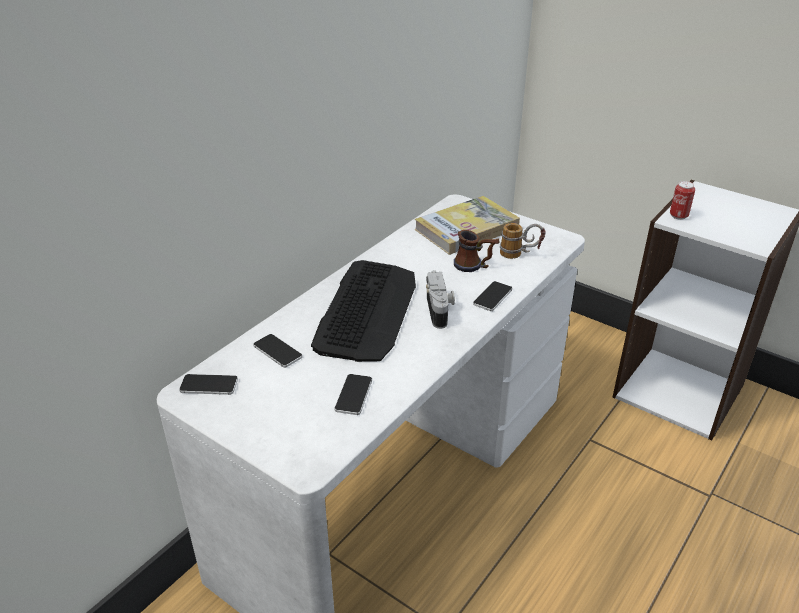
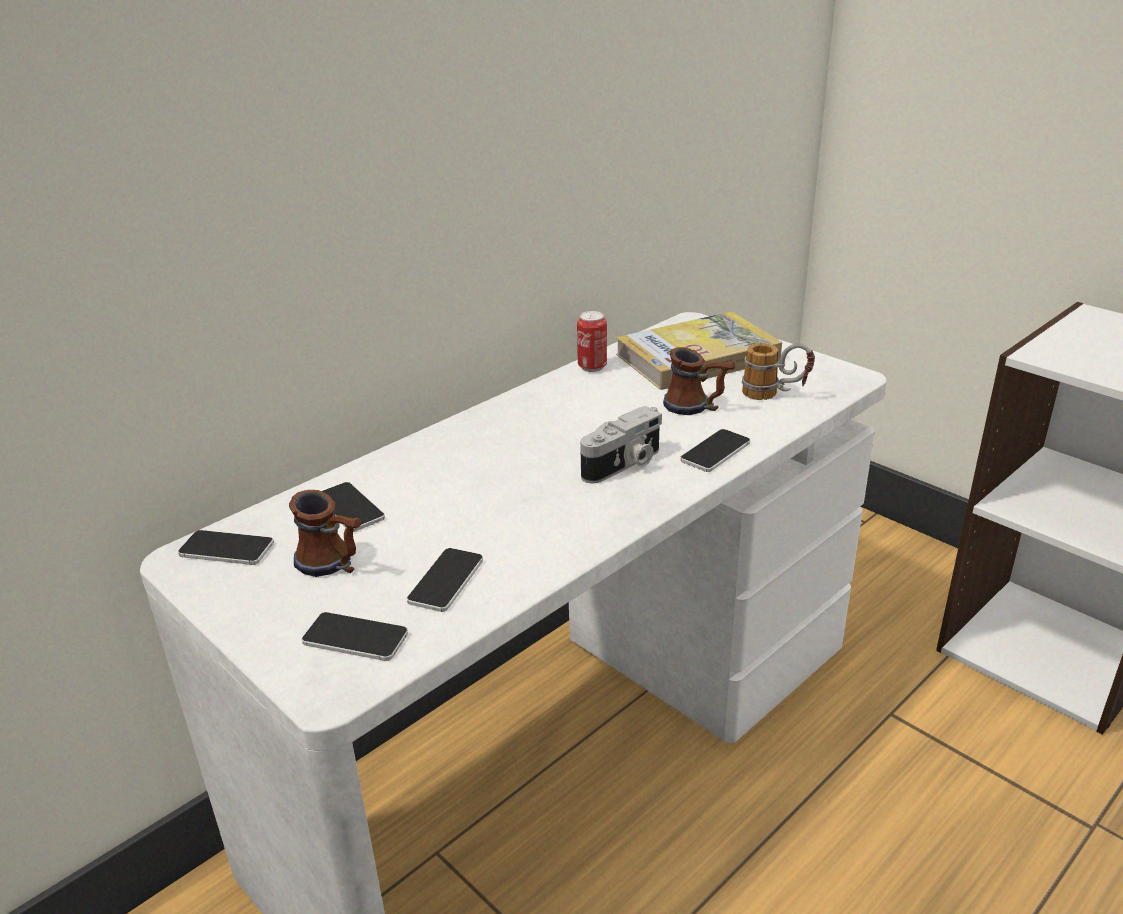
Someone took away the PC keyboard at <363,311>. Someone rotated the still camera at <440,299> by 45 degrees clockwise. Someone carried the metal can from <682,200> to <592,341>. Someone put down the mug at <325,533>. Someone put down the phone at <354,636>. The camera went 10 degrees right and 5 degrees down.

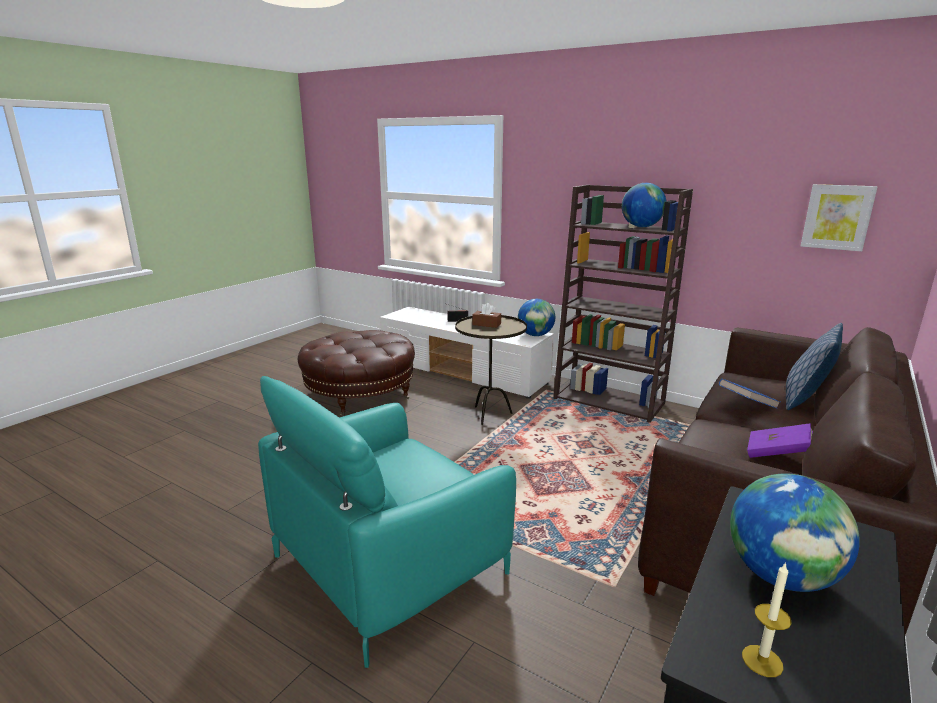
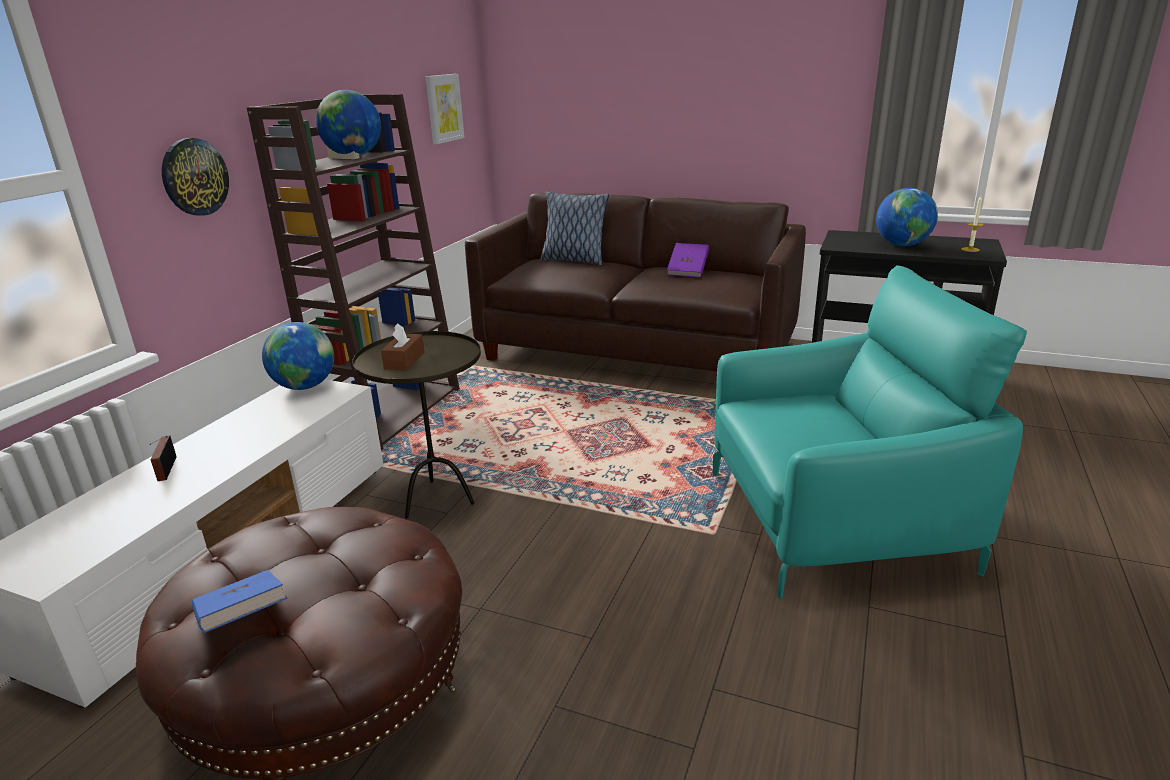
Someone rotated the turquoise-coloured easy chair at <387,522> by 45 degrees counterclockwise. Someone carried the blue-coloured volume from <749,394> to <239,601>. Someone put up the hanging clock at <195,177>. The camera went 100 degrees left and 5 degrees up.

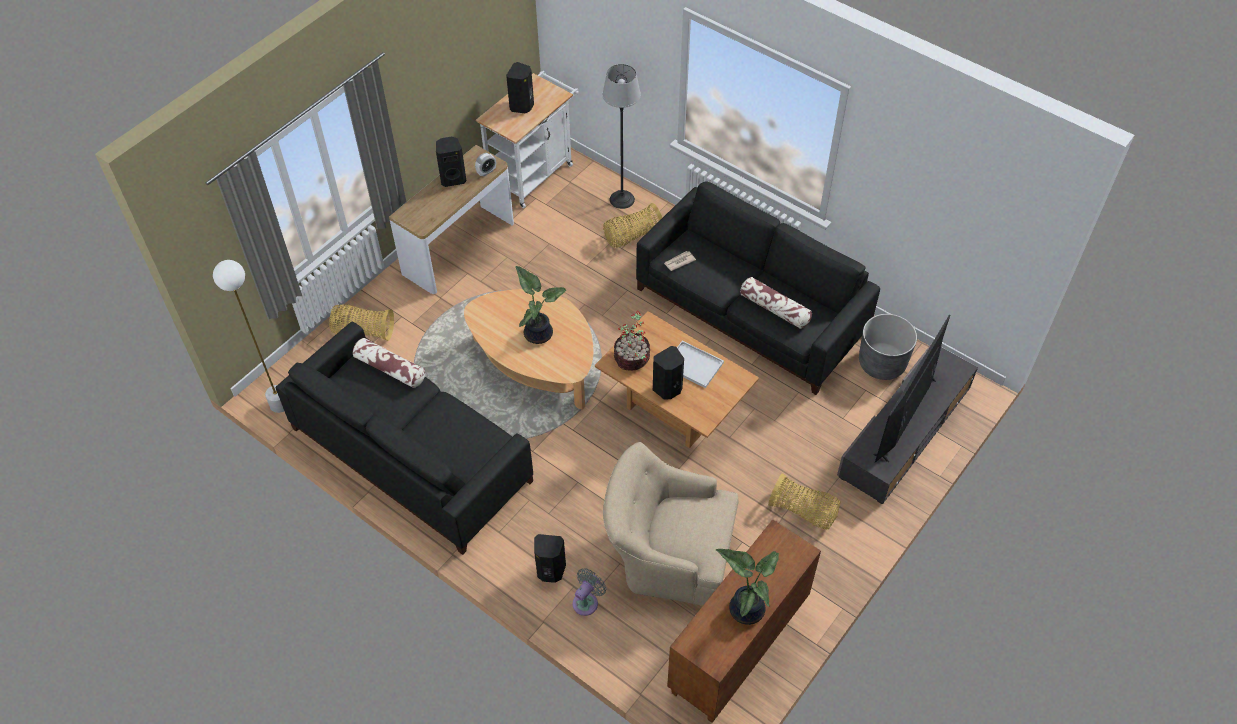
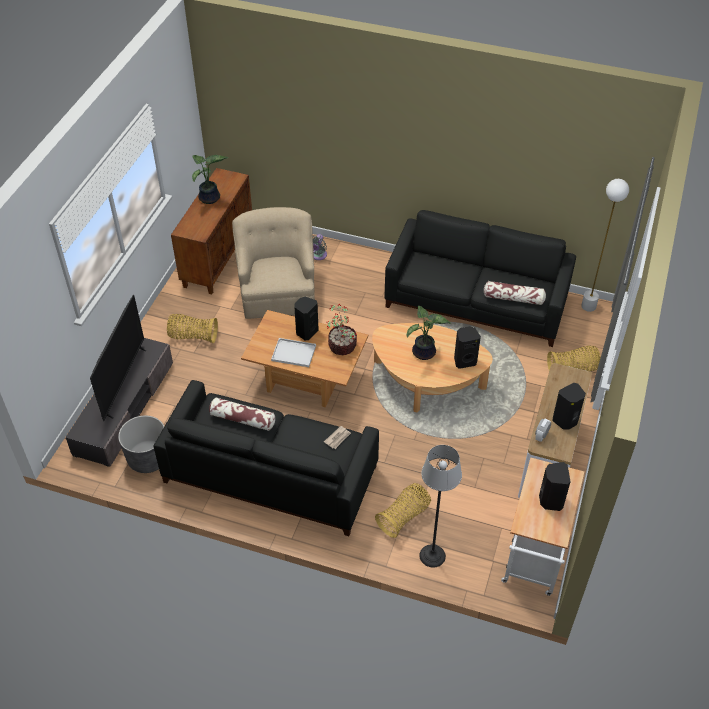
Someone carried the black audio speaker from <550,558> to <467,347>. Someone rotated the beige easy chair at <671,524> by 90 degrees counterclockwise. The camera went 160 degrees right and 5 degrees down.

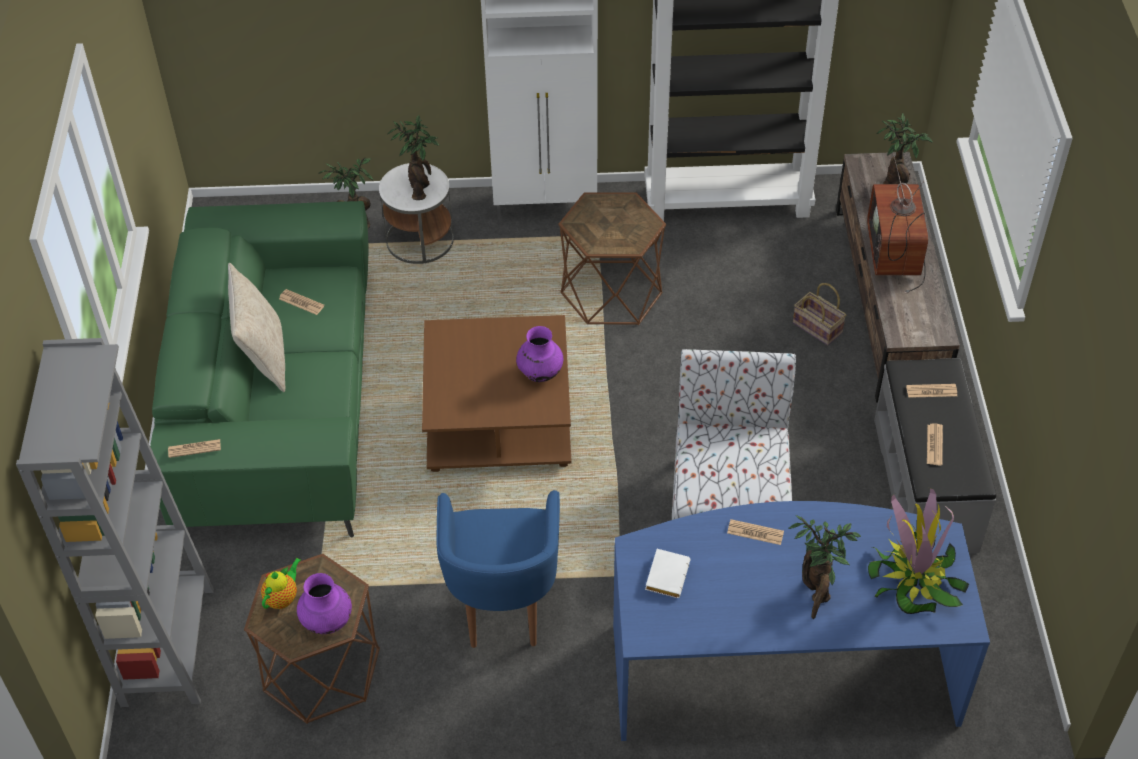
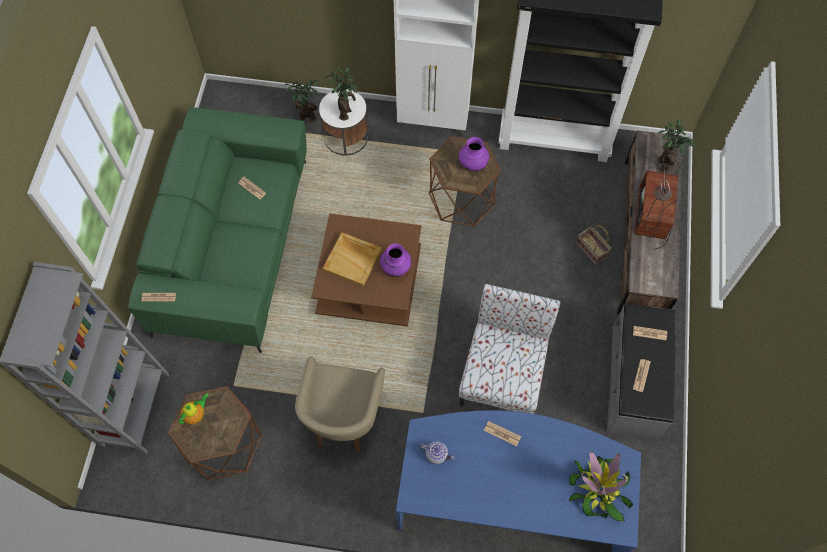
Someone took away the beige pillow at <256,327>. Someone carried the purple decorative vase from <324,603> to <474,154>. Someone repainted the blue-coloured easy chair at <498,569>, which became the beige easy chair at <340,404>. Someone swapped the white-coloured volume at <667,573> for the tea pot at <436,452>. Someone took away the houseplant at <824,567>. Someone put down the beige carrying tray at <352,259>. The camera went 10 degrees right and 15 degrees up.

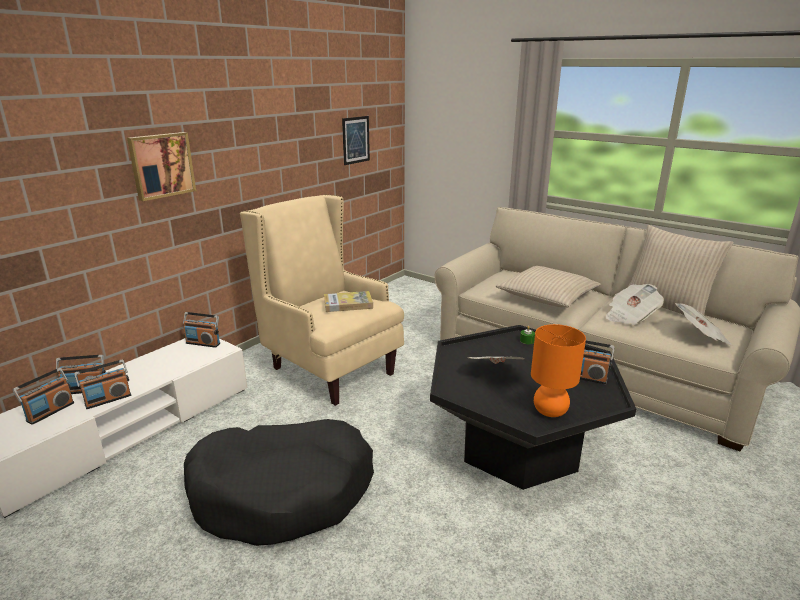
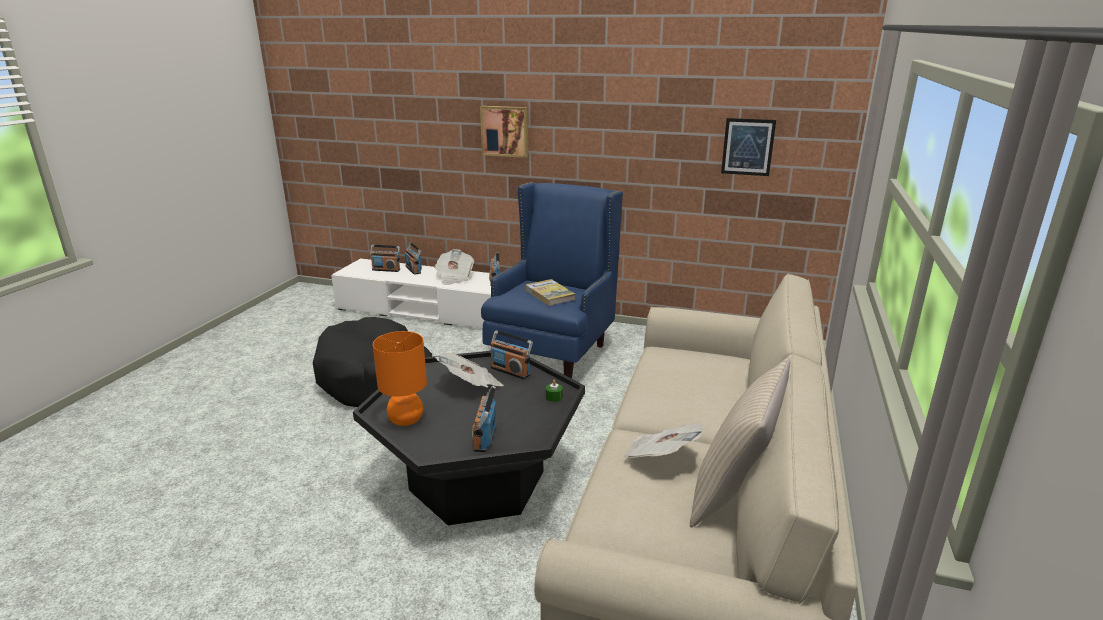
Someone carried the radio set from <102,384> to <512,354>. Someone repainted the beige easy chair at <322,300>, which became the blue-coloured easy chair at <552,280>. Someone took away the beige pillow at <548,286>. Someone carried the daily paper from <704,324> to <454,267>. The camera went 70 degrees right and 0 degrees up.

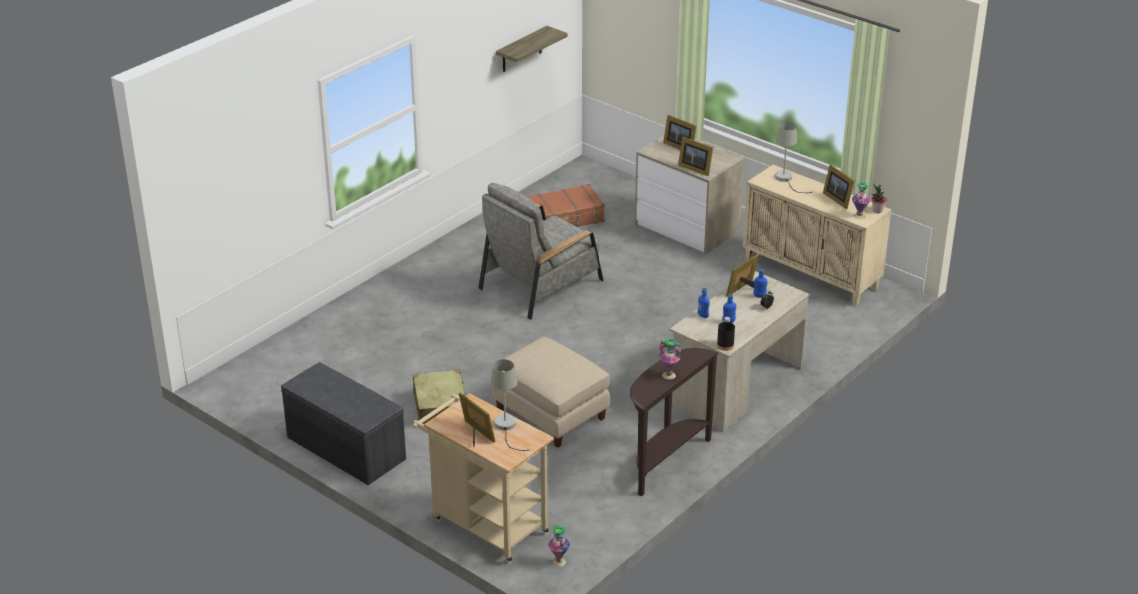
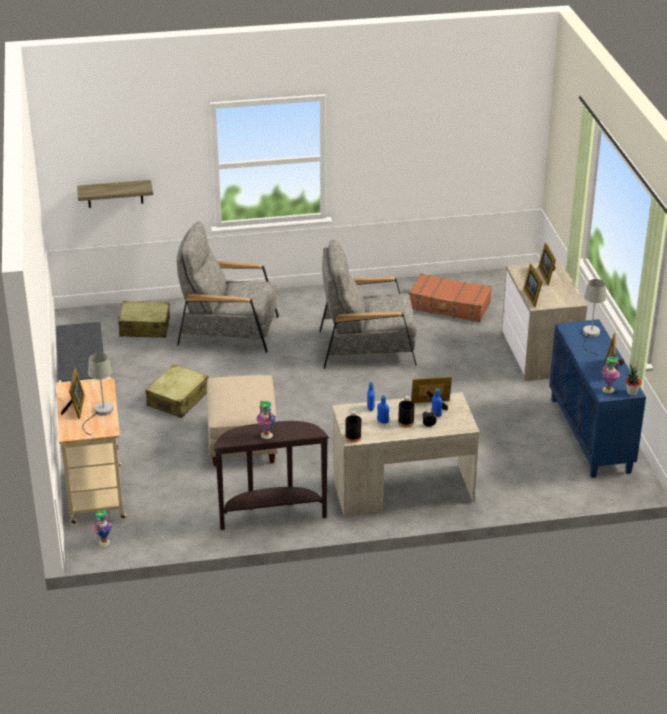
Someone carried the wall shelf from <532,49> to <115,194>. Someone repainted the beige cupboard at <817,235>, which became the blue-coloured cupboard at <597,398>. Someone put down the beige piece of luggage at <144,319>. Someone put down the greyish easy chair at <227,287>. Someone put down the black drink bottle at <406,411>. The camera went 40 degrees right and 0 degrees up.

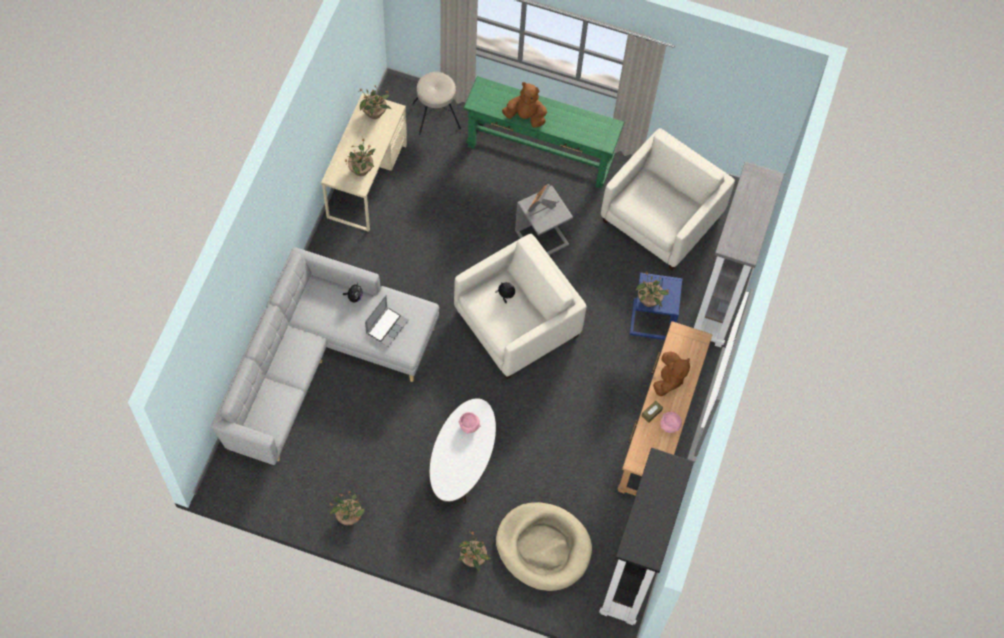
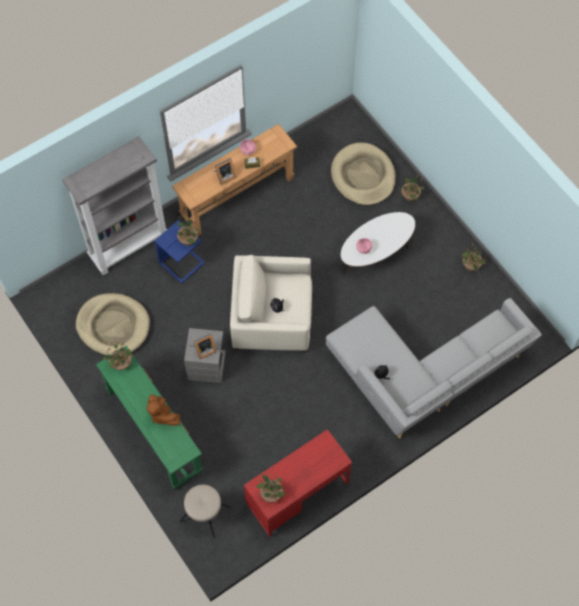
Someone repainted the beige desk table at <364,162>, which became the red desk table at <298,483>. Someone carried the houseplant from <360,156> to <118,356>. Someone took away the notebook computer at <387,321>. Someone took away the black bookcase at <646,536>. Someone swapped the beige easy chair at <668,199> for the beige pet bed at <113,324>. Someone swapped the brownish plush toy at <671,373> for the photo frame at <225,171>. The camera went 140 degrees left and 0 degrees up.

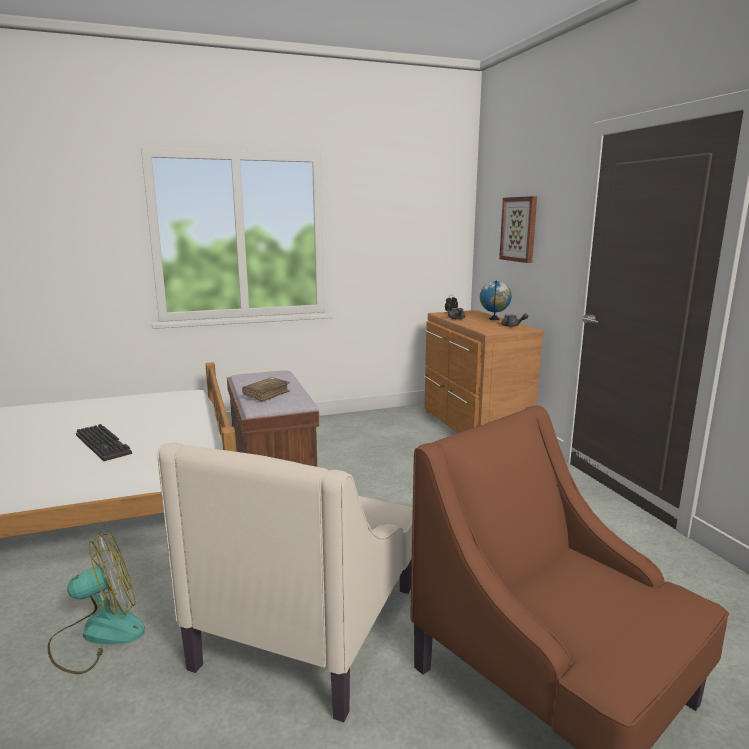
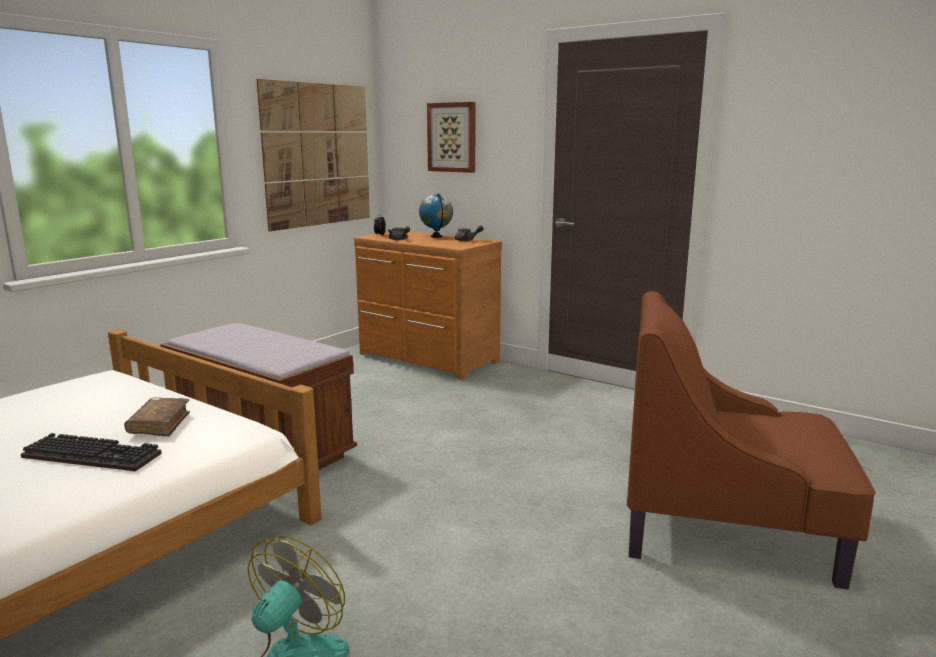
Someone took away the beige easy chair at <285,582>. Someone carried the brownish volume from <266,389> to <157,417>. Someone put up the wall art at <313,155>. The camera went 35 degrees left and 0 degrees up.

